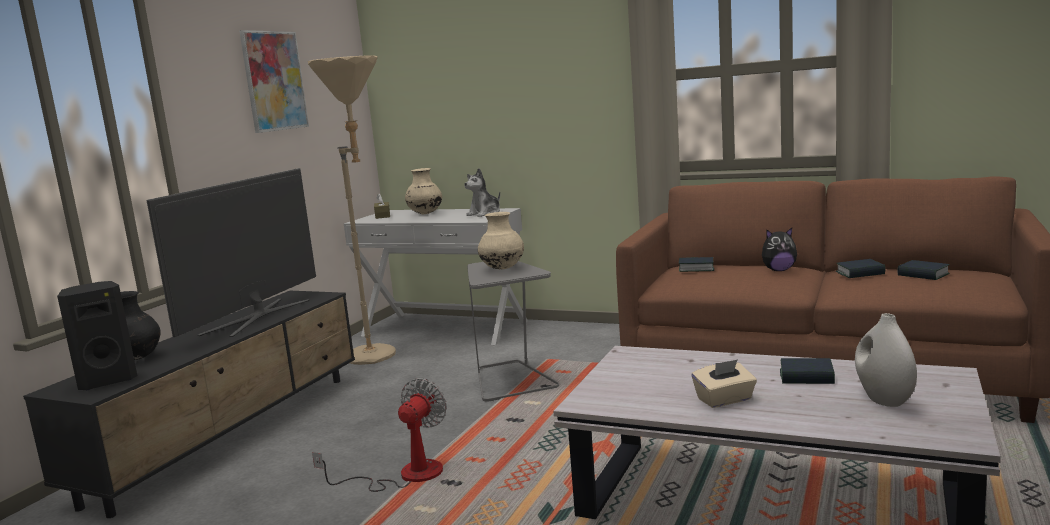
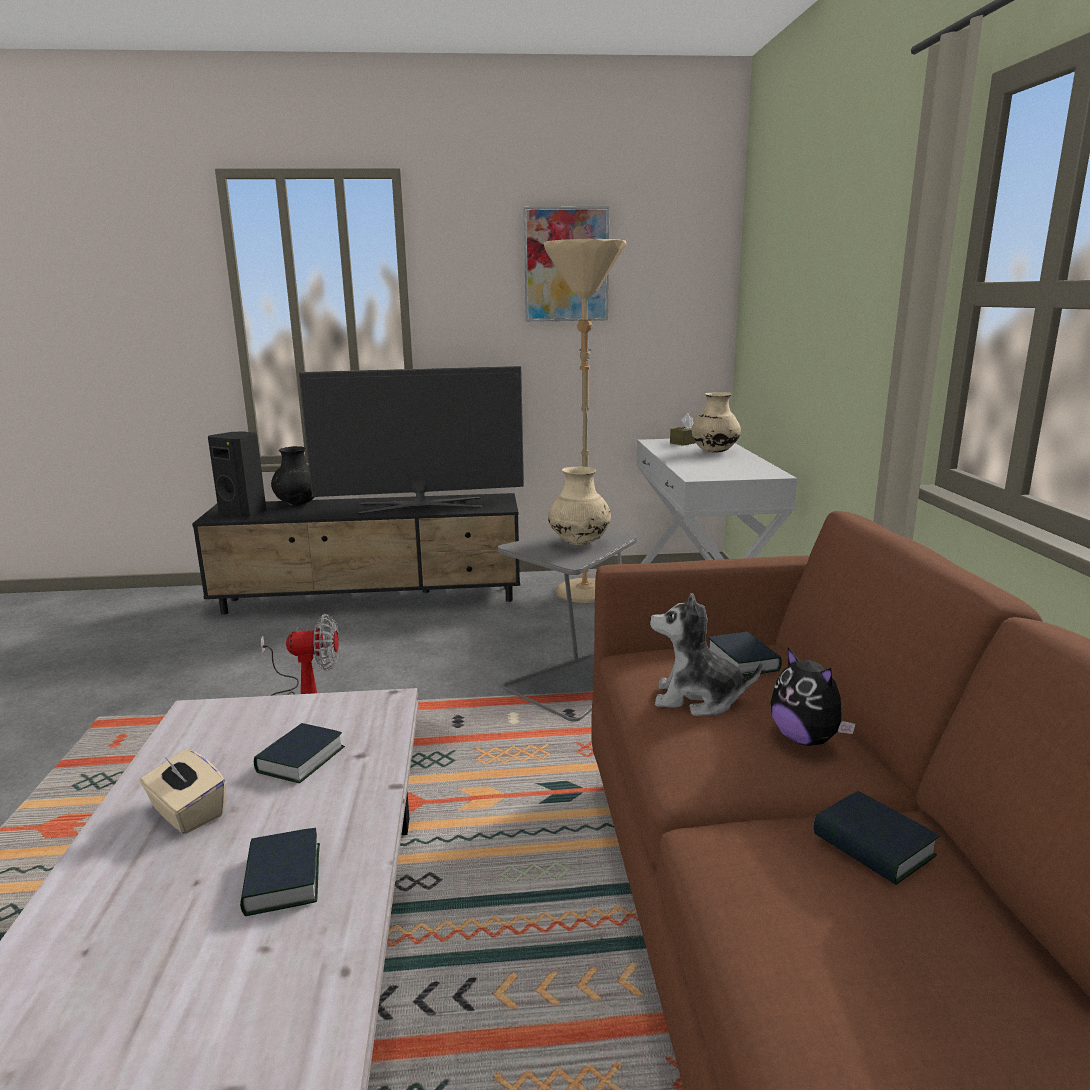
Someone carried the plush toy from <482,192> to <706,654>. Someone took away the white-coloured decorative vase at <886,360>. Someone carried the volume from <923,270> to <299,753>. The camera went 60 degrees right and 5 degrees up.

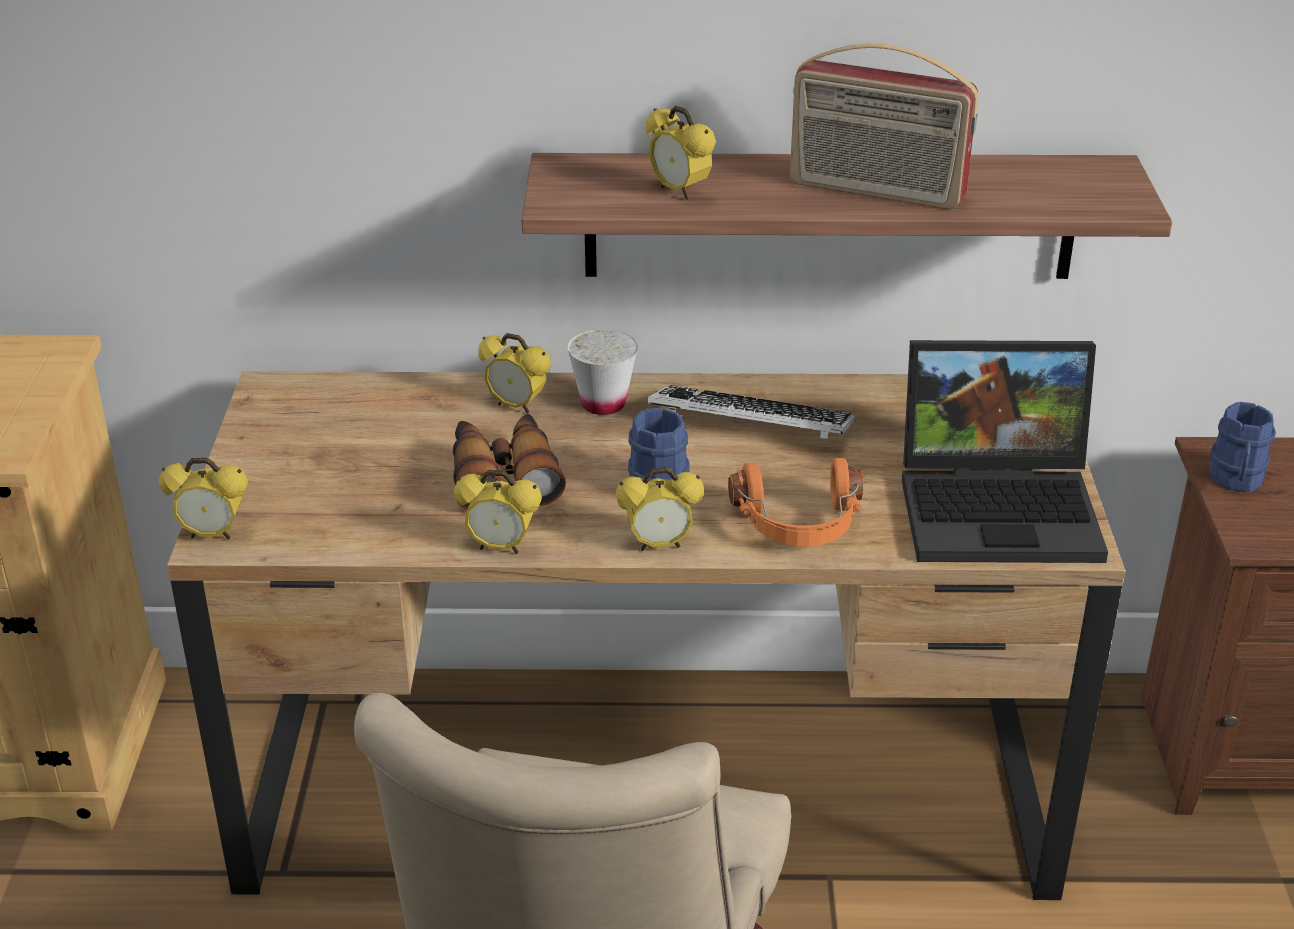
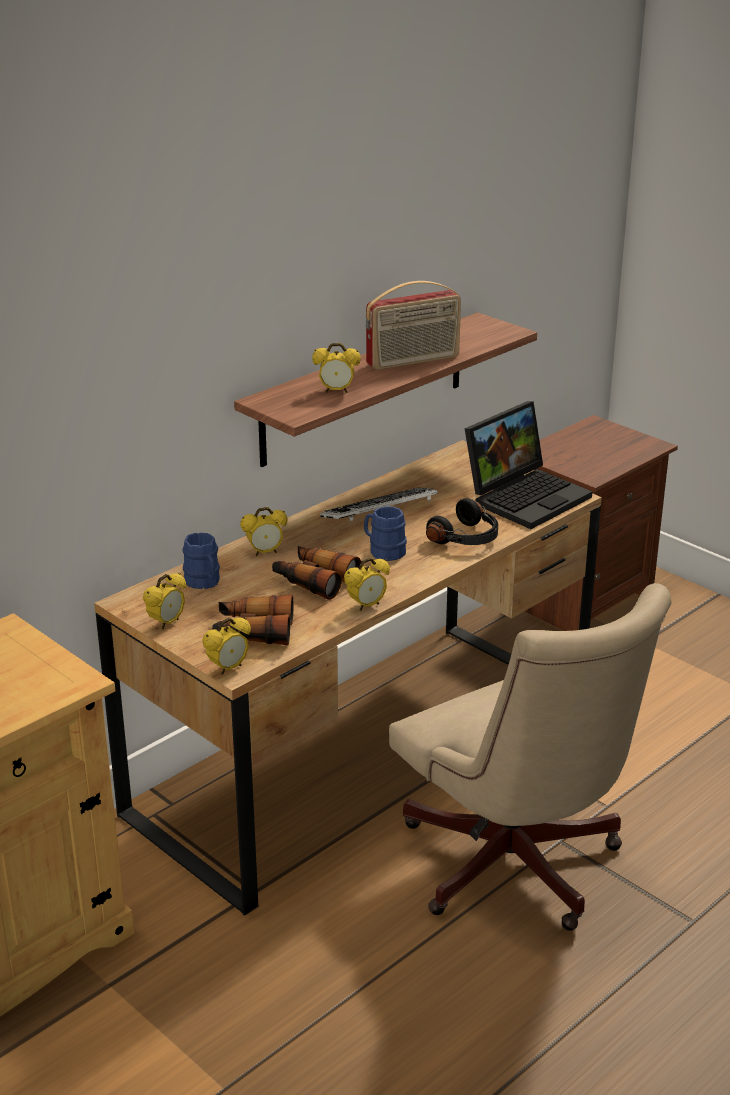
Someone took away the white-coloured drinking cup at <603,372>. Someone carried the bedside clock from <660,509> to <164,601>. Someone repainted the orange pair of headphones at <795,502>, which became the black pair of headphones at <462,521>. Someone carried the blue-coloured mug from <1242,447> to <201,560>. Someone put down the pair of binoculars at <252,620>. The camera went 45 degrees left and 5 degrees down.

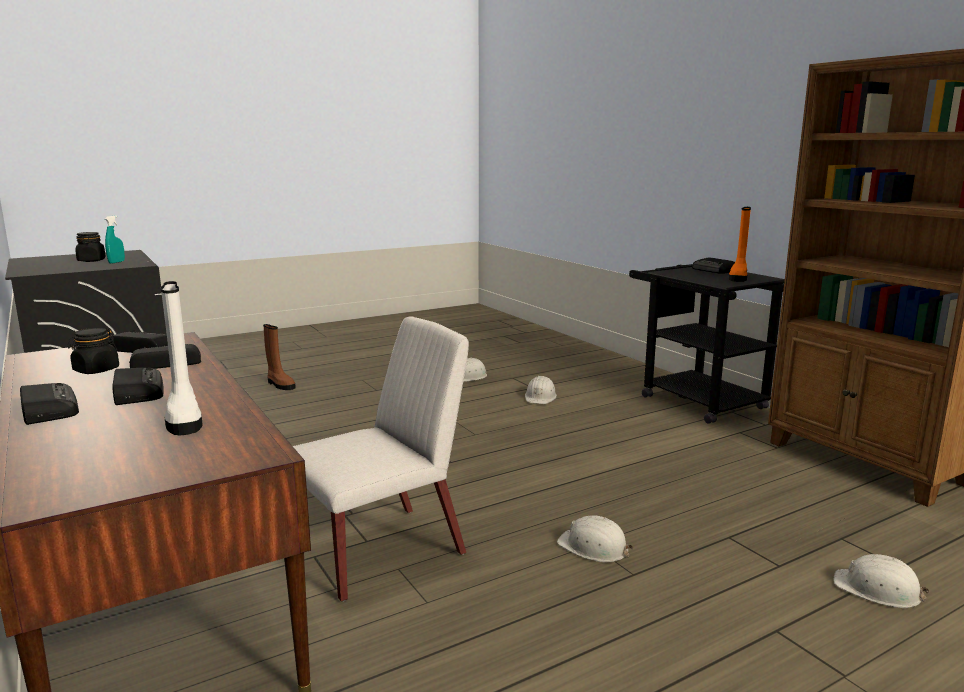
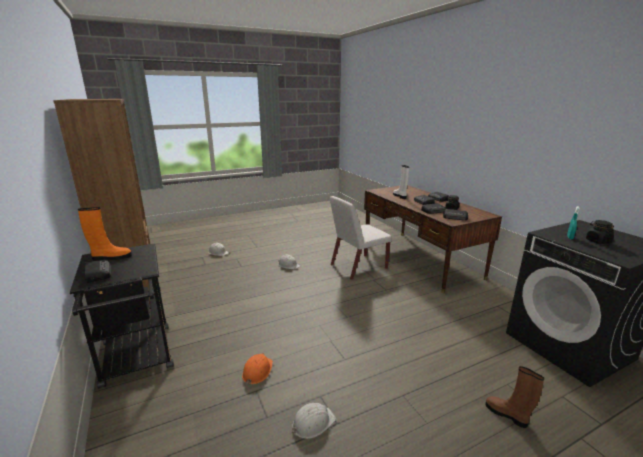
Someone repainted the white-coloured safety helmet at <541,390>, which became the orange safety helmet at <257,369>. Someone rotated the orange high-top boot at <740,244> by 45 degrees clockwise. The camera went 175 degrees left and 5 degrees up.

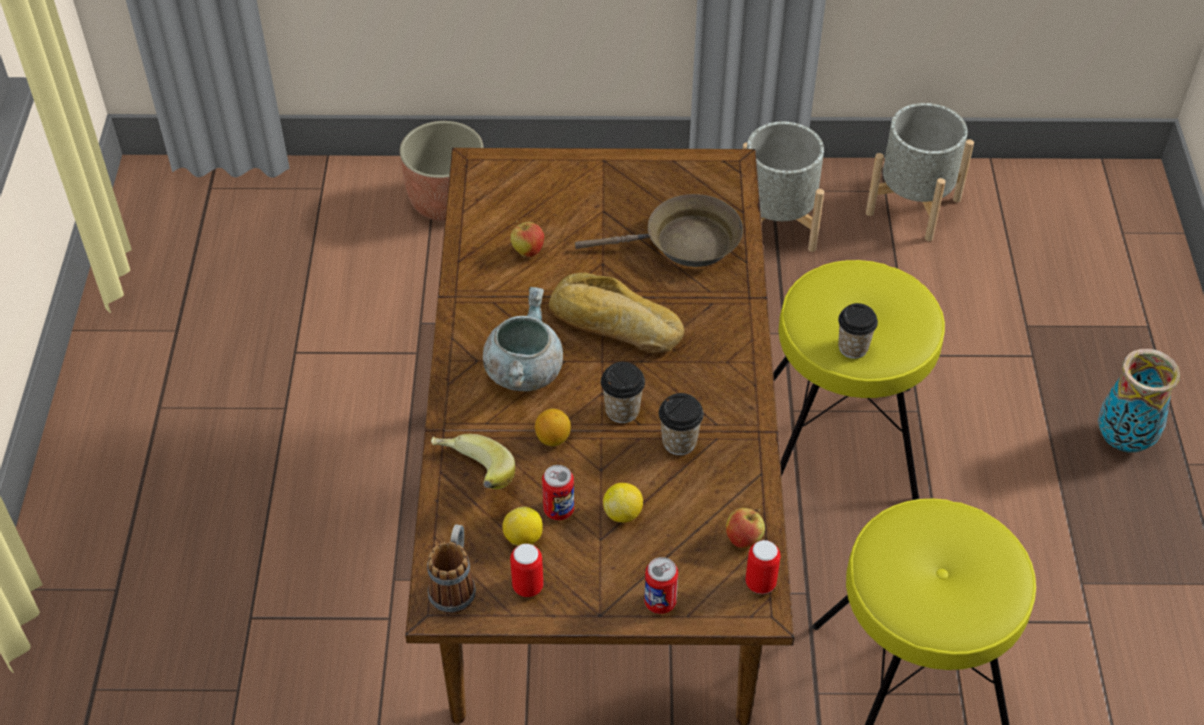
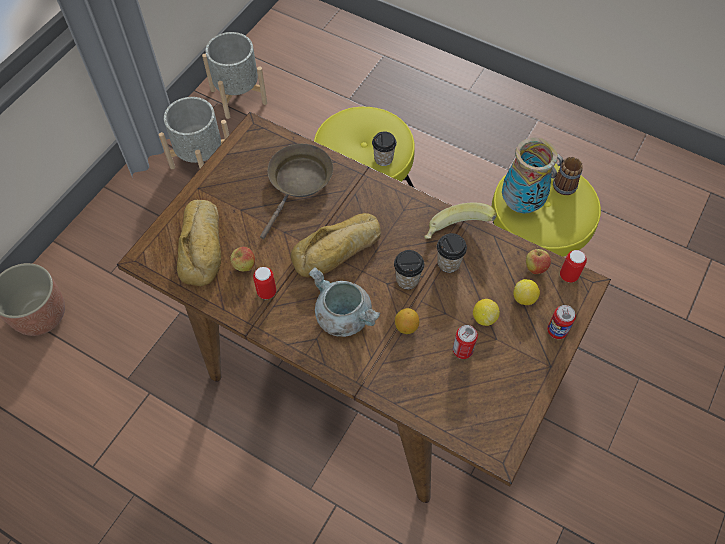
Someone carried the mug from <451,569> to <567,174>. Someone carried the banana fruit from <473,461> to <460,220>. Someone carried the citrus fruit from <522,526> to <526,292>. Someone carried the metal can from <526,570> to <264,283>. Someone carried the decorative vase from <1139,400> to <530,175>. Someone put down the bakery bread at <199,243>. The camera went 60 degrees left and 10 degrees up.

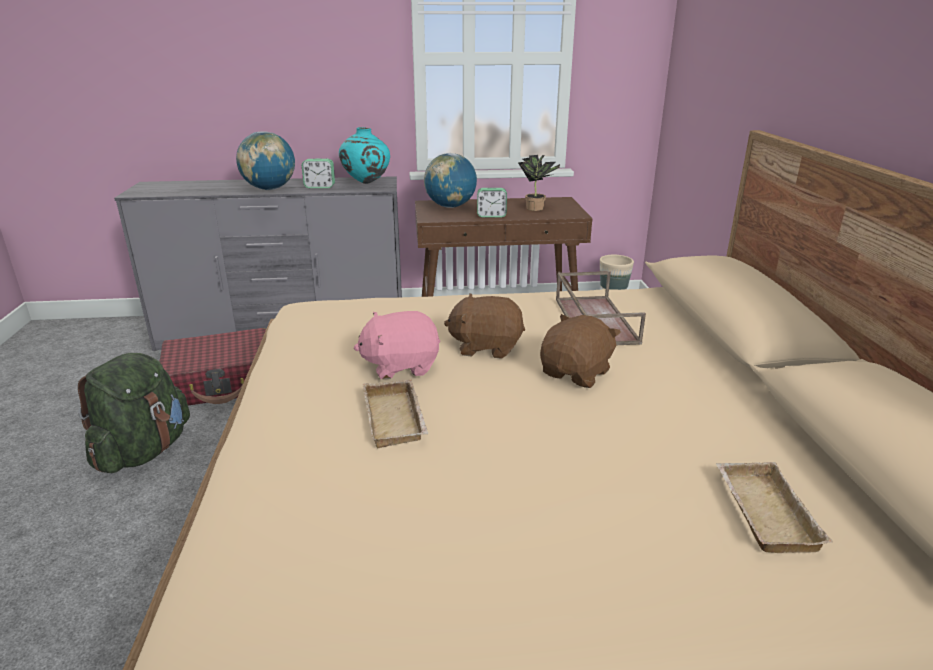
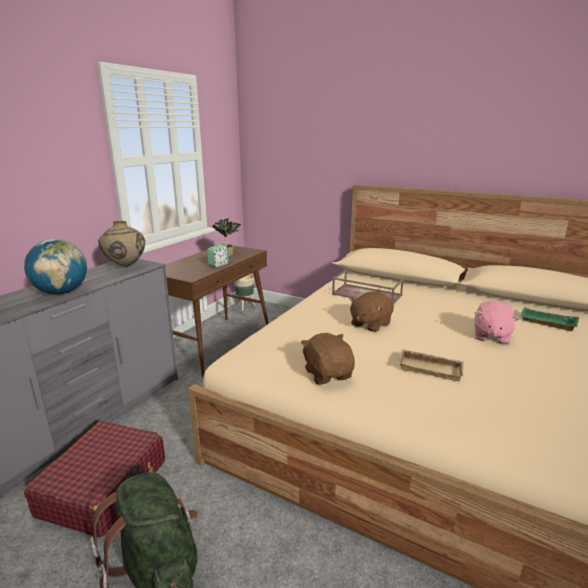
Someone took away the bedside clock at <318,173>. Someone repainted the turquoise-coloured decorative vase at <364,155>, which became the beige decorative vase at <121,244>. Someone carried the pink-coloured plush toy from <397,345> to <496,323>. Someone took away the world globe at <450,180>. Someone carried the brownish plush toy from <580,351> to <328,359>. Someone repainted the beige carrying tray at <774,507>, which became the green-coloured carrying tray at <549,319>. The camera went 55 degrees left and 5 degrees down.

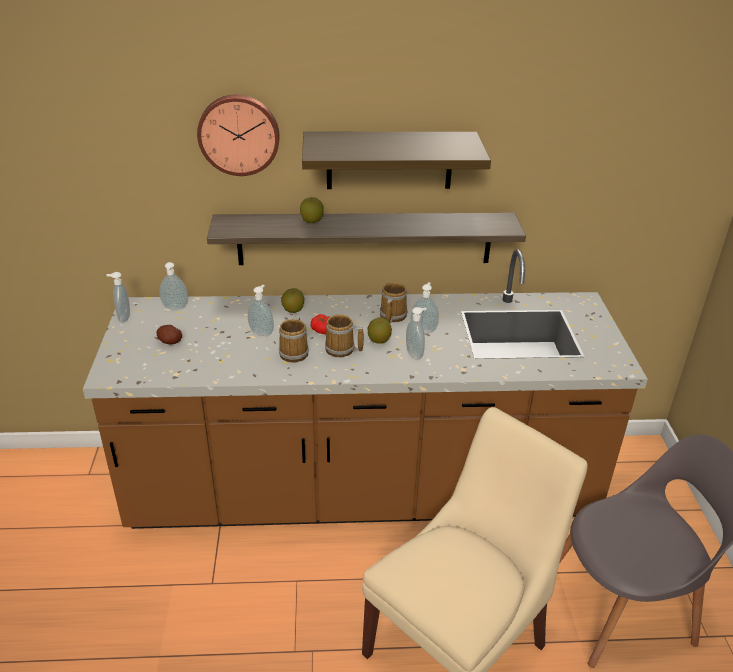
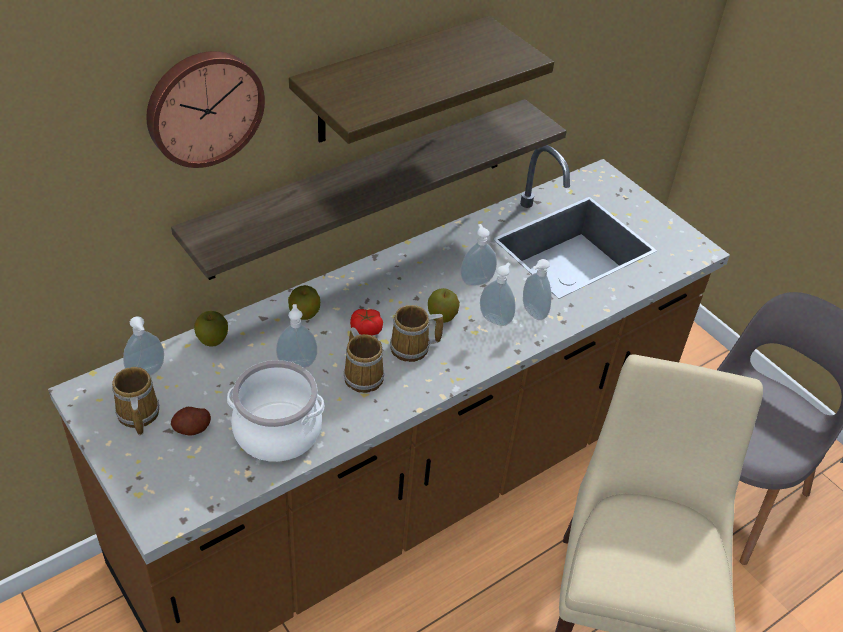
Someone carried the soap bottle from <118,297> to <537,289>. Someone carried the apple from <312,210> to <211,329>. Someone carried the mug from <394,302> to <135,401>. Someone put down the cooking pot at <275,411>. The camera went 35 degrees left and 10 degrees up.

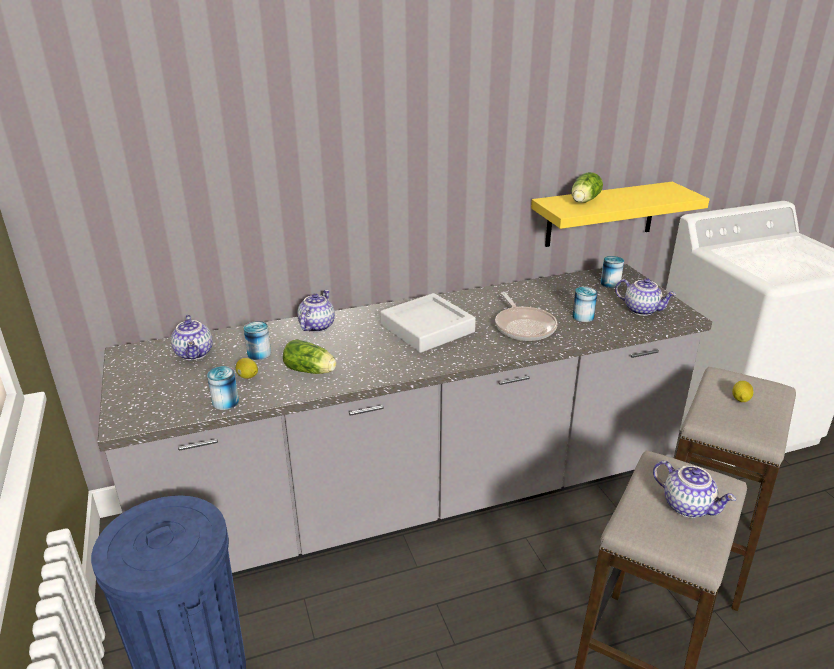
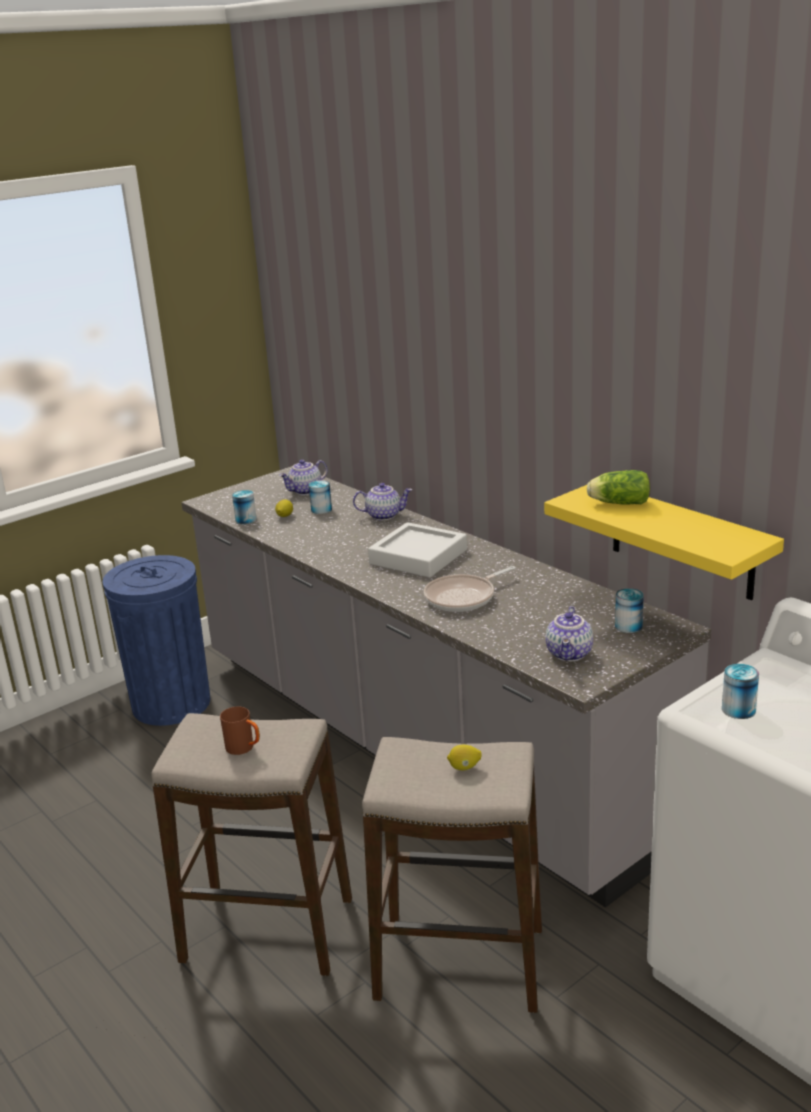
Someone took away the head of lettuce at <310,356>. Someone carried the metal can from <585,304> to <740,691>. Someone swapped the tea pot at <694,489> for the brownish mug at <240,730>. The camera went 70 degrees right and 5 degrees down.

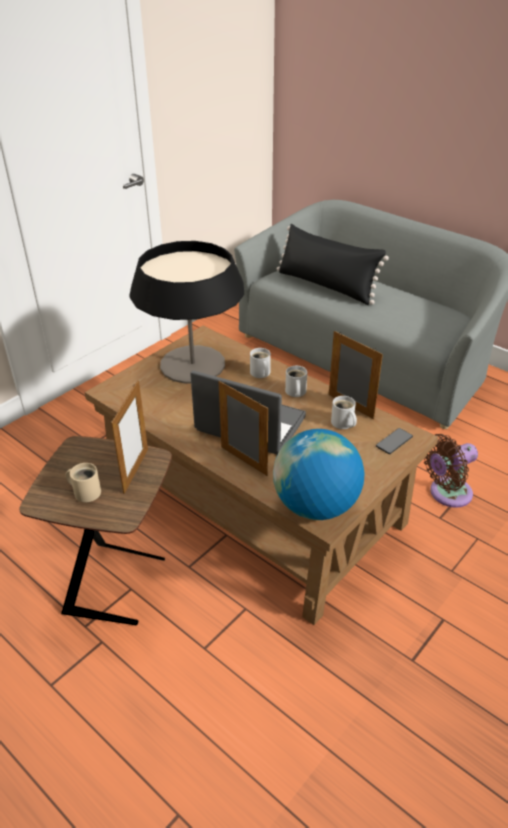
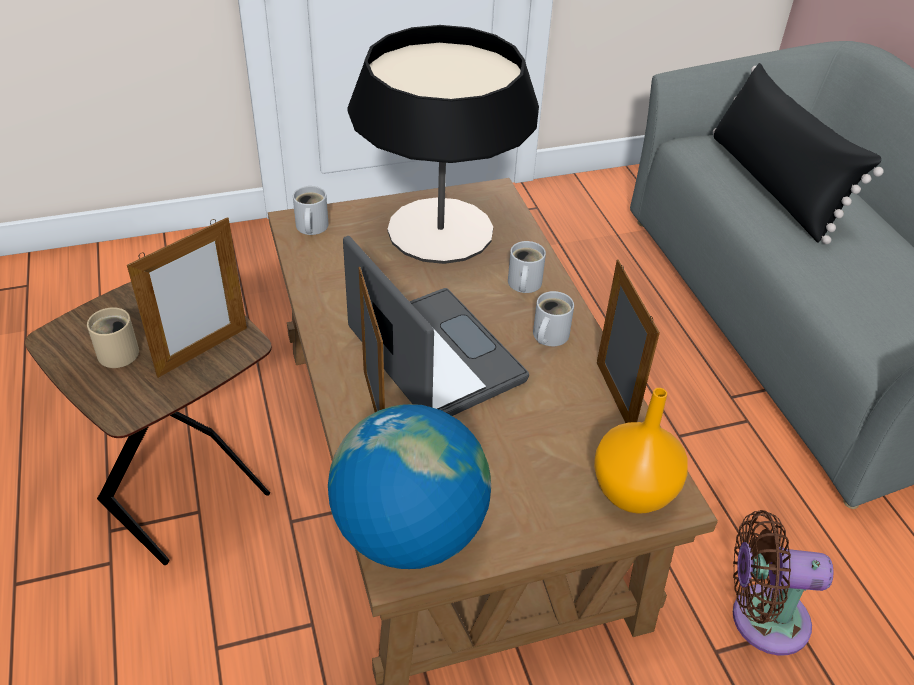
Someone carried the white-coloured mug from <344,412> to <310,210>. Someone swapped the phone at <394,441> for the orange decorative vase at <641,451>. The camera went 30 degrees right and 5 degrees up.

